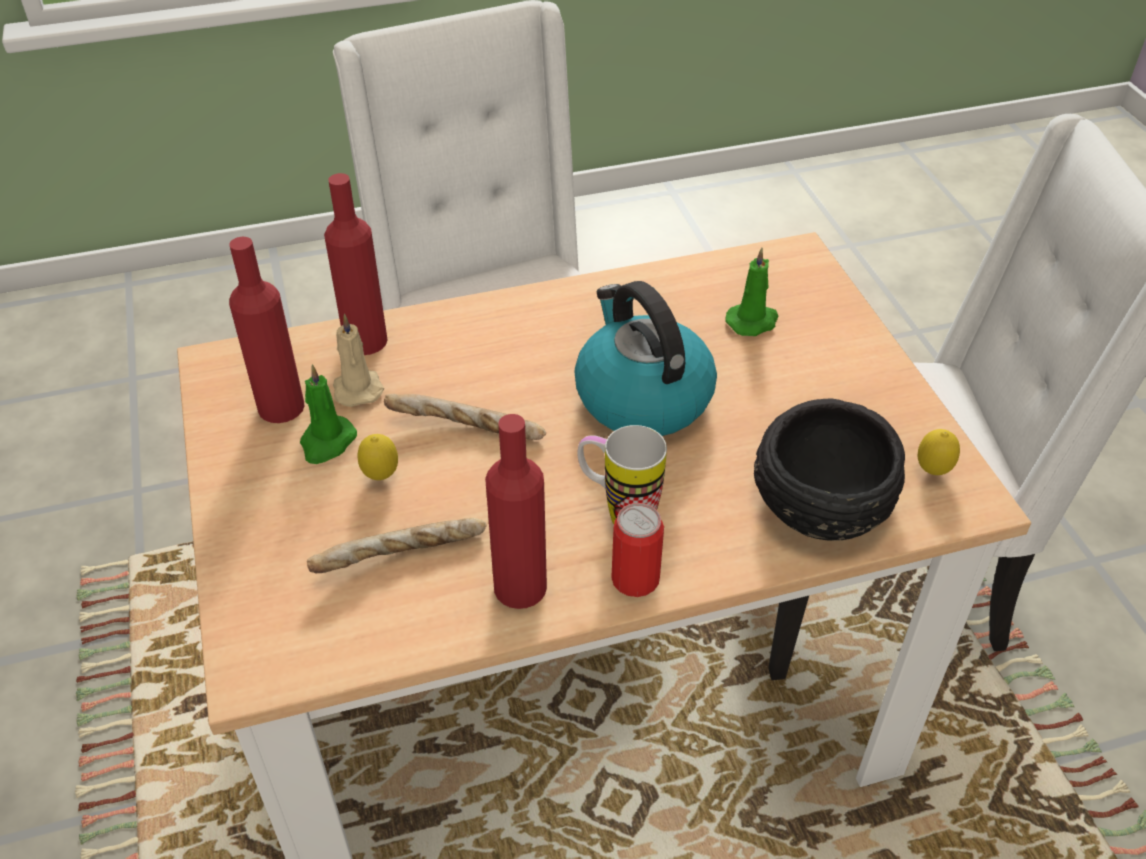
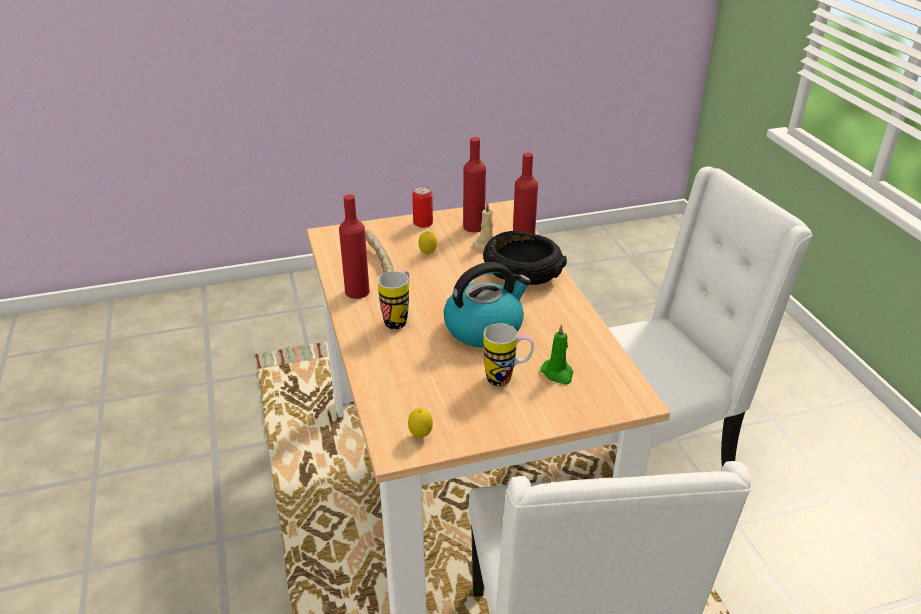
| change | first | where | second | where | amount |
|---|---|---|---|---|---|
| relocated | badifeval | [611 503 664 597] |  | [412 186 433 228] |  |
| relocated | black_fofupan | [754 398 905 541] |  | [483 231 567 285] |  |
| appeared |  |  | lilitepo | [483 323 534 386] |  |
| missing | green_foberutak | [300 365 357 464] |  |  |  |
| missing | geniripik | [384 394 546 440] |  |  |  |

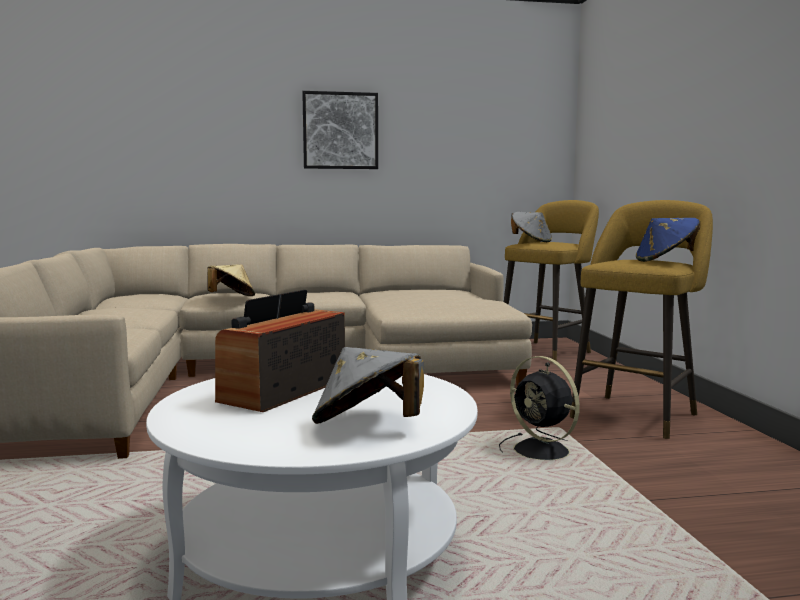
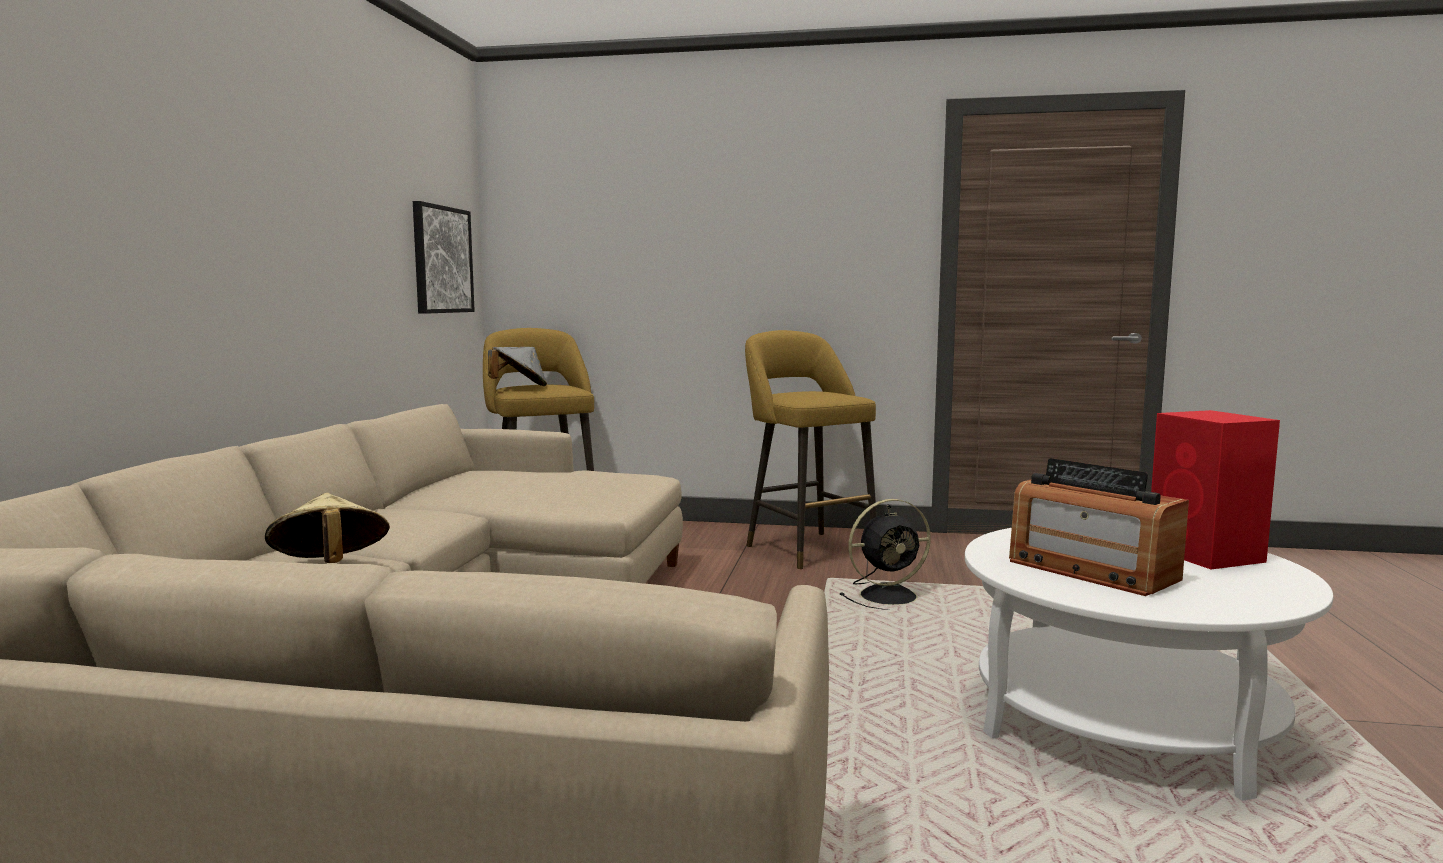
| change | first | where | second | where | amount |
|---|---|---|---|---|---|
| relocated | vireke | [302 91 378 169] |  | [413 201 475 314] |  |
| exchanged | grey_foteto | [312 347 424 424] | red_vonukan | [1151 410 1280 569] |  |
| missing | blue_foteto | [636 218 700 262] |  |  |  |

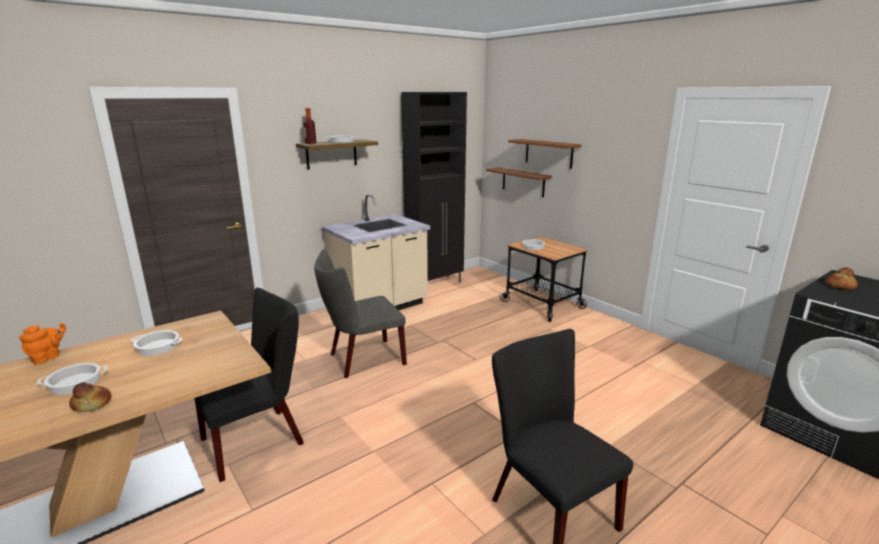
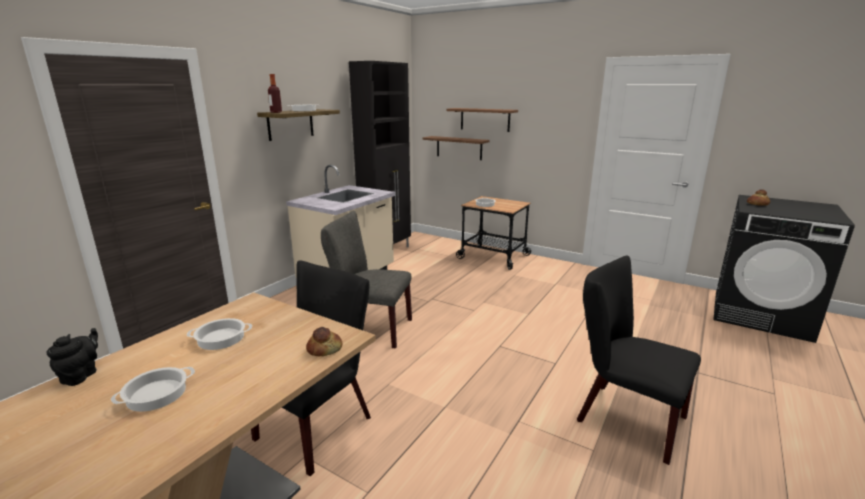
| change | first | where | second | where | amount |
|---|---|---|---|---|---|
| colour | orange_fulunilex | [19 323 66 365] | black_fulunilex | [46 328 98 386] |  |
| relocated | geniripik | [69 382 111 412] |  | [306 327 342 356] |  |
| spun | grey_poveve | [314 249 407 378] |  | [321 211 412 349] | 60 degrees clockwise |

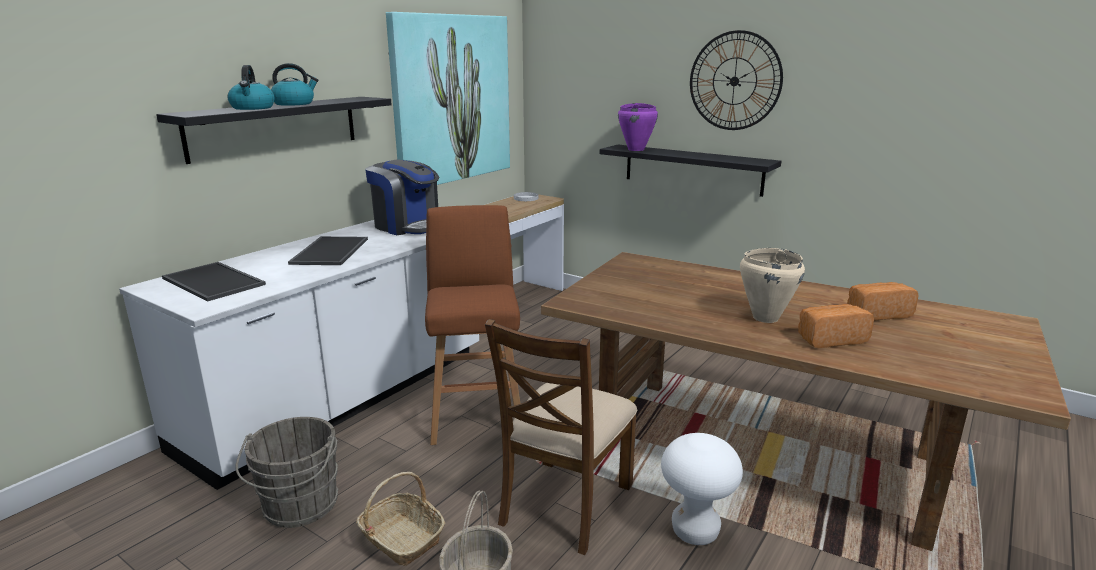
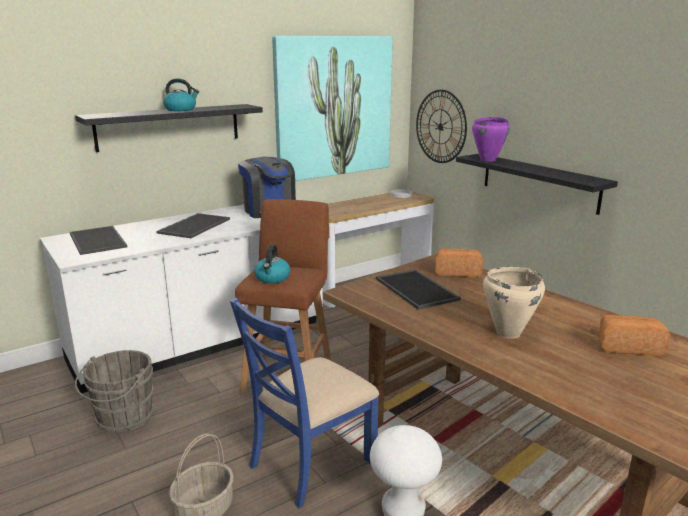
| change | first | where | second | where | amount |
|---|---|---|---|---|---|
| colour | brown_poveve | [485 319 637 555] | blue_poveve | [230 297 379 508] |  |
| relocated | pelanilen | [227 65 275 110] |  | [254 245 290 283] |  |
| appeared |  |  | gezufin | [376 269 461 310] |  |
| relocated | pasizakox | [690 30 783 130] |  | [416 90 467 163] |  |
| relocated | geniripik | [798 304 874 348] |  | [435 248 483 277] |  |
| missing | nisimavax | [356 472 445 566] |  |  |  |

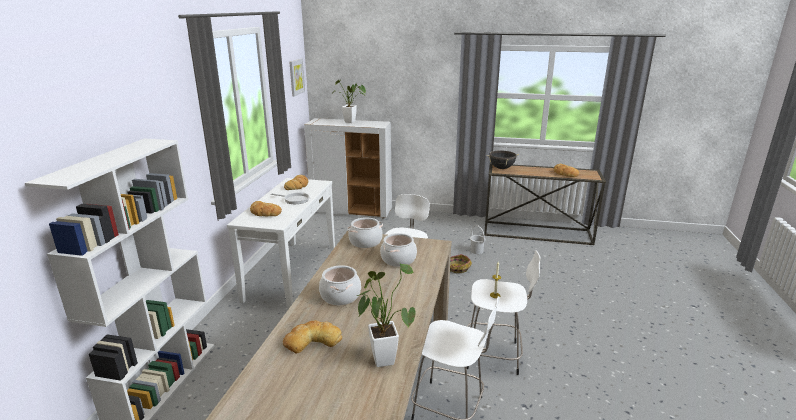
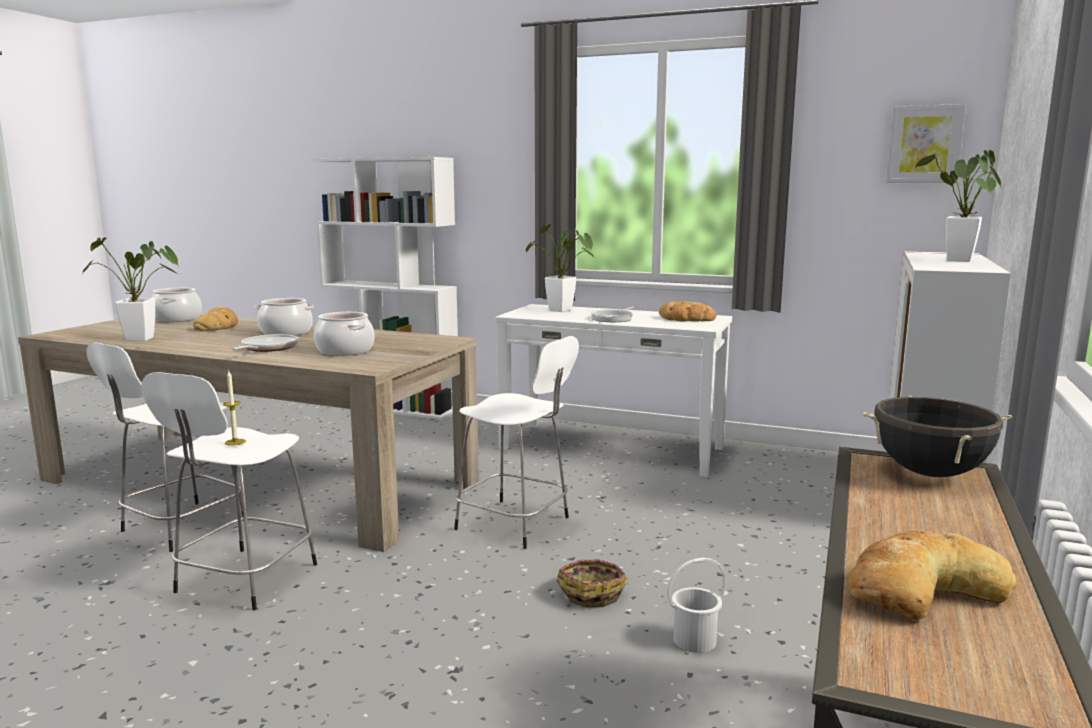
| change | first | where | second | where | amount |
|---|---|---|---|---|---|
| relocated | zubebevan | [347 218 383 248] |  | [151 288 202 322] |  |
| appeared |  |  | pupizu | [231 334 299 352] |  |
| exchanged | geniripik | [250 201 282 217] | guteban | [526 224 595 312] |  |

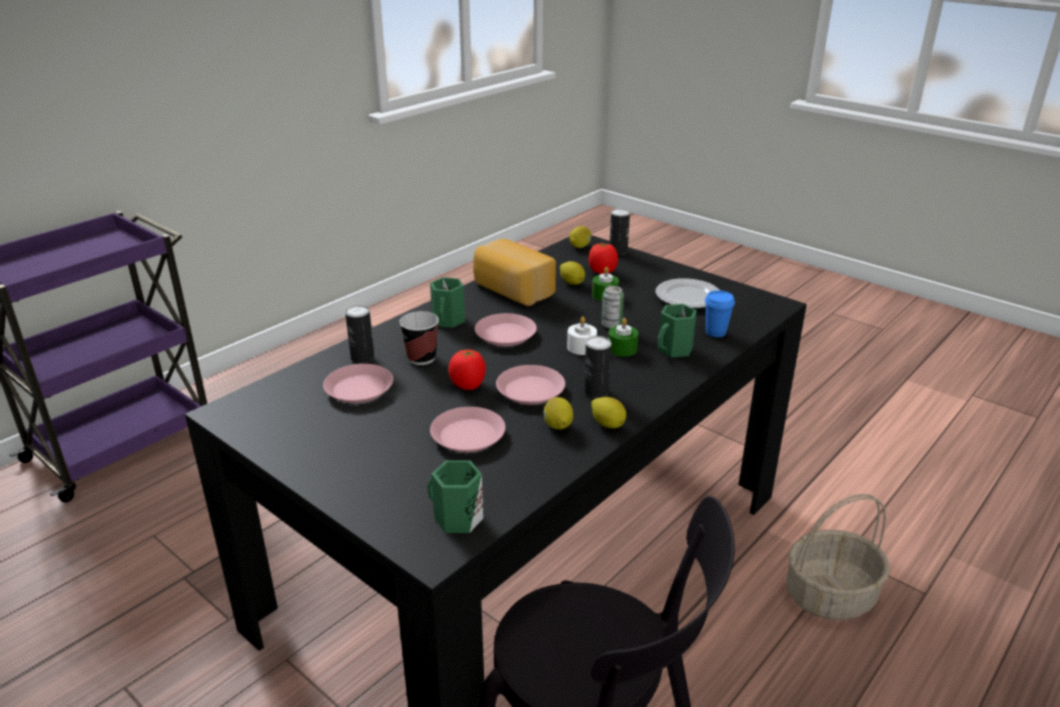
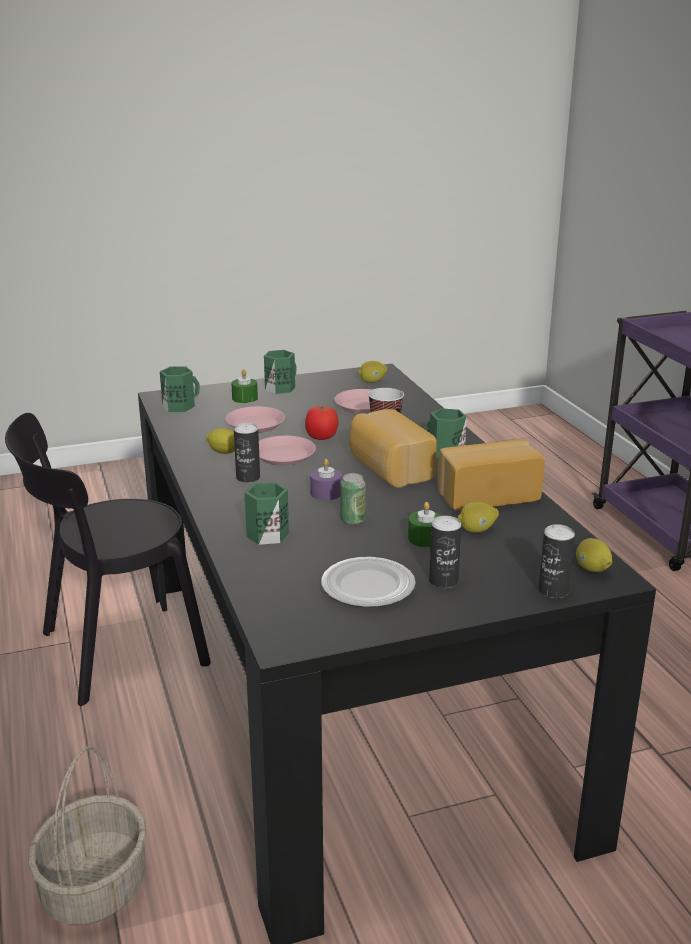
| change | first | where | second | where | amount |
|---|---|---|---|---|---|
| relocated | green_foberutak | [608 318 638 357] |  | [231 369 258 403] |  |
| appeared |  |  | green_lilitepo | [264 350 297 394] |  |
| colour | white_foberutak | [567 316 597 355] | purple_foberutak | [310 459 342 501] |  |
| exchanged | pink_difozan | [475 313 537 346] | geniripik | [349 409 437 488] |  |
| relocated | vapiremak | [591 397 626 428] |  | [358 361 387 383] |  |
| relocated | badifeval | [345 305 374 363] |  | [429 516 461 588] |  |
| missing | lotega | [589 242 618 274] |  |  |  |
| missing | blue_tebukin | [705 290 735 337] |  |  |  |

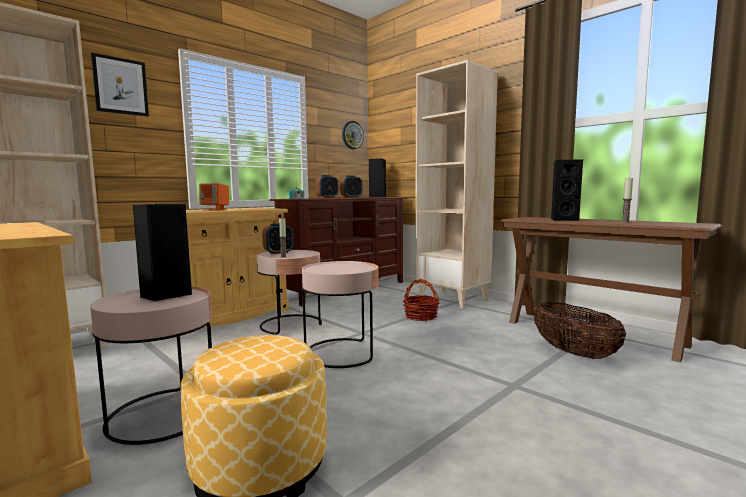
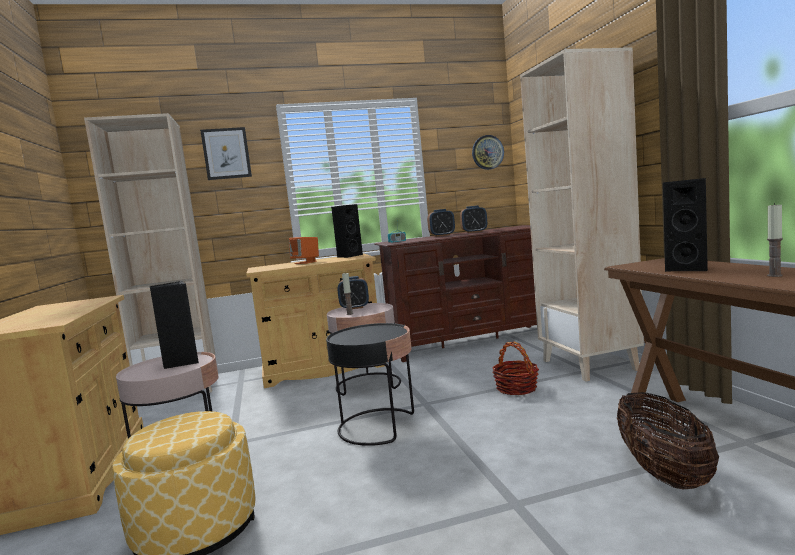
| change | first | where | second | where | amount |
|---|---|---|---|---|---|
| colour | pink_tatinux | [302 261 379 368] | black_tatinux | [326 323 414 446] |  |
| relocated | black_vonukan | [369 158 386 197] |  | [331 204 363 258] |  |

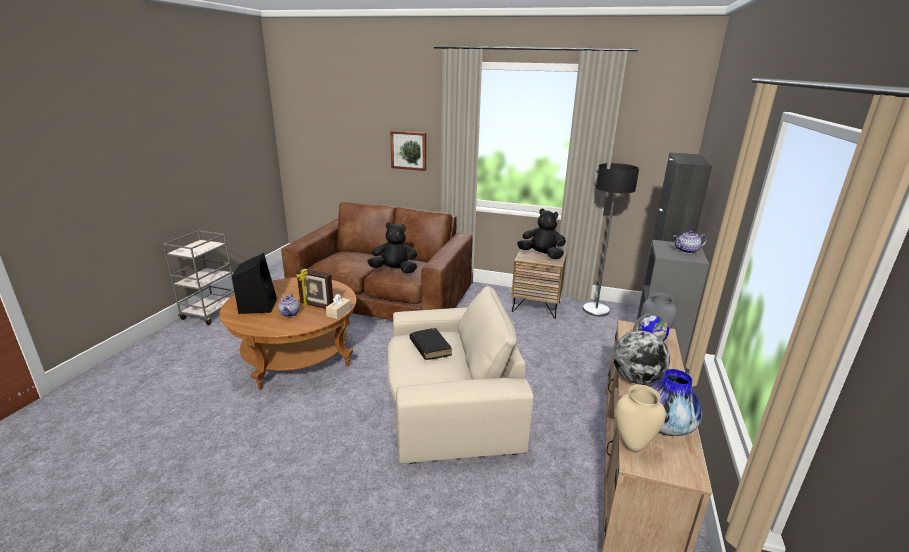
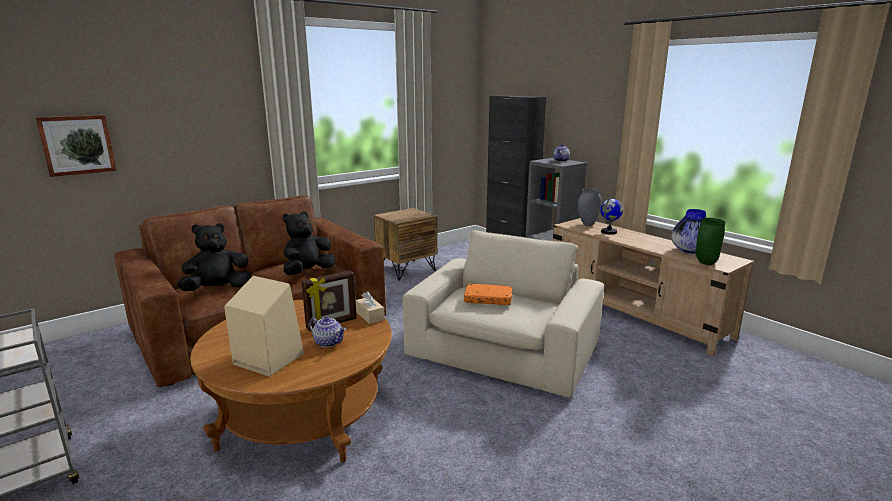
| change | first | where | second | where | amount |
|---|---|---|---|---|---|
| relocated | vireke | [390 131 426 171] |  | [35 115 117 177] |  |
| relocated | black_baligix | [517 209 566 259] |  | [177 223 252 291] |  |
| colour | black_vonukan | [232 253 277 314] | beige_vonukan | [224 276 304 377] |  |
| colour | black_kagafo | [410 328 452 360] | orange_kagafo | [464 284 512 305] |  |
| colour | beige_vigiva | [615 385 666 453] | green_vigiva | [696 218 725 265] |  |
| missing | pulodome | [583 163 639 317] |  |  |  |
| missing | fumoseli | [613 331 670 385] |  |  |  |

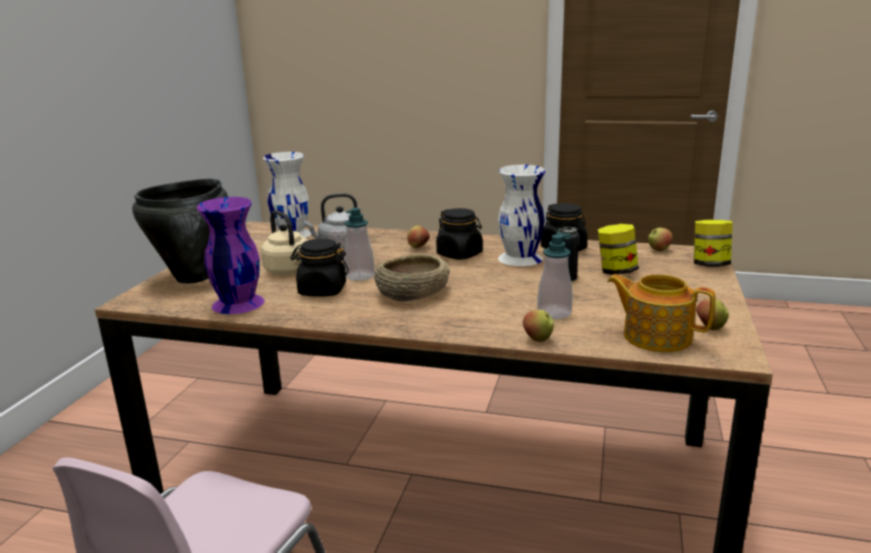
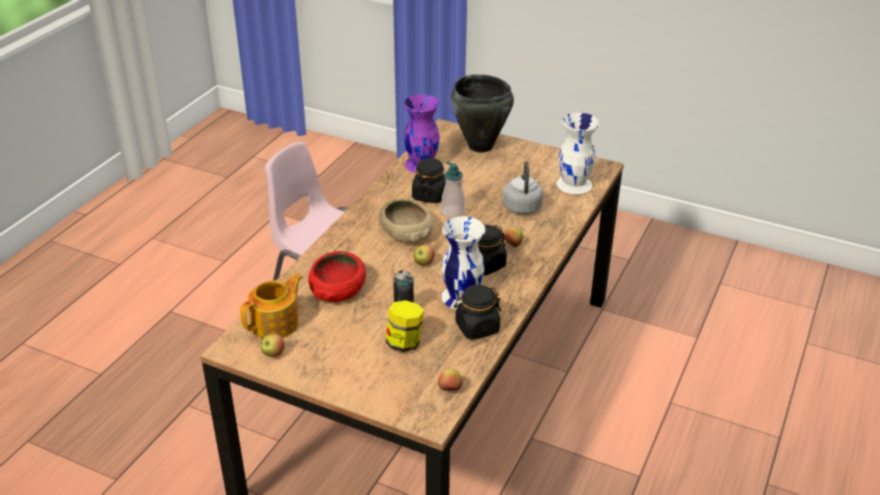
| change | first | where | second | where | amount |
|---|---|---|---|---|---|
| exchanged | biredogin | [537 234 573 319] | red_fofupan | [308 251 366 302] |  |
| relocated | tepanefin | [523 310 554 342] |  | [414 244 435 266] |  |
| missing | beige_pelanilen | [261 210 308 275] |  |  |  |
| missing | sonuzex | [694 220 733 267] |  |  |  |

